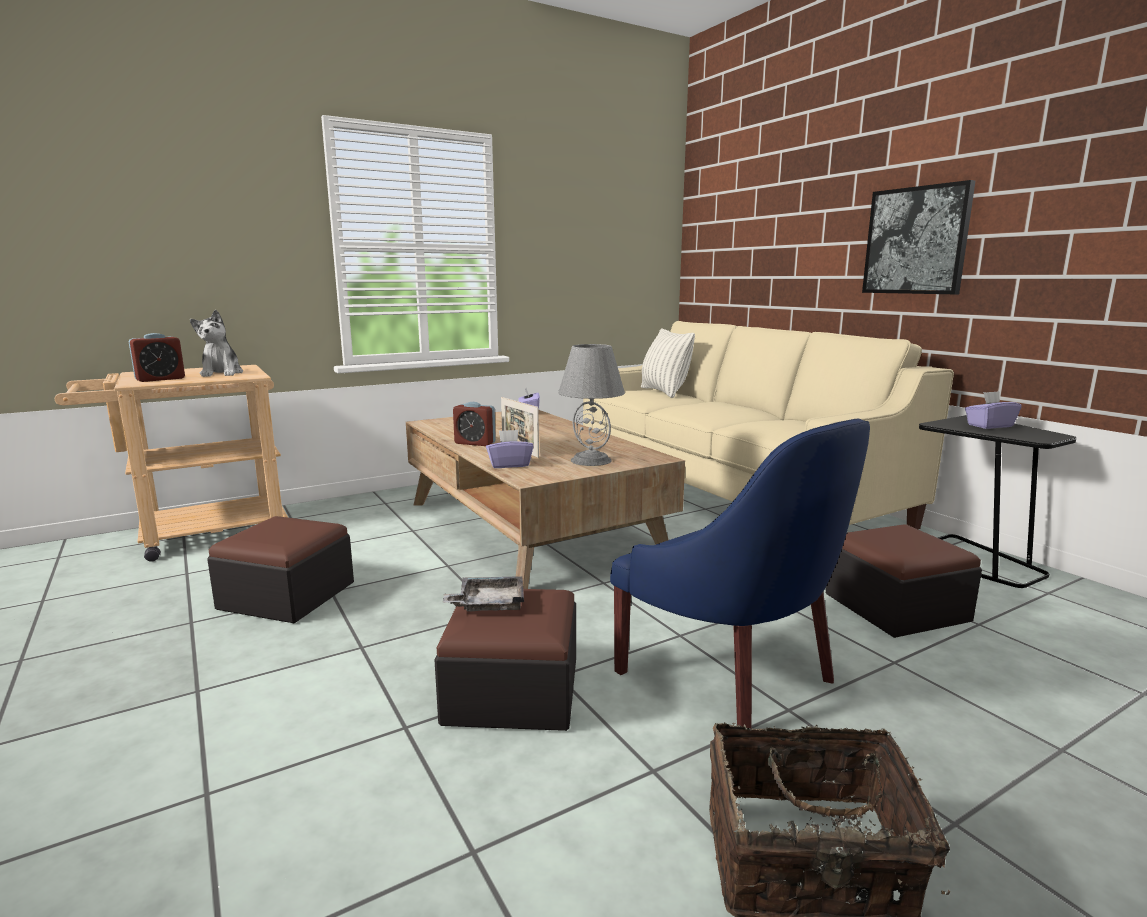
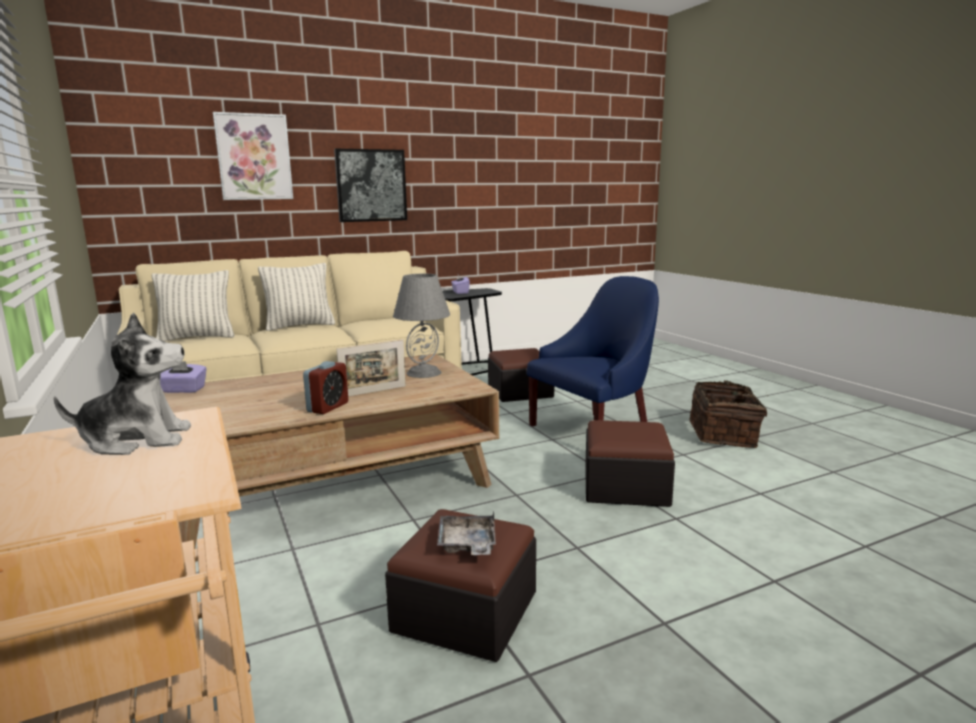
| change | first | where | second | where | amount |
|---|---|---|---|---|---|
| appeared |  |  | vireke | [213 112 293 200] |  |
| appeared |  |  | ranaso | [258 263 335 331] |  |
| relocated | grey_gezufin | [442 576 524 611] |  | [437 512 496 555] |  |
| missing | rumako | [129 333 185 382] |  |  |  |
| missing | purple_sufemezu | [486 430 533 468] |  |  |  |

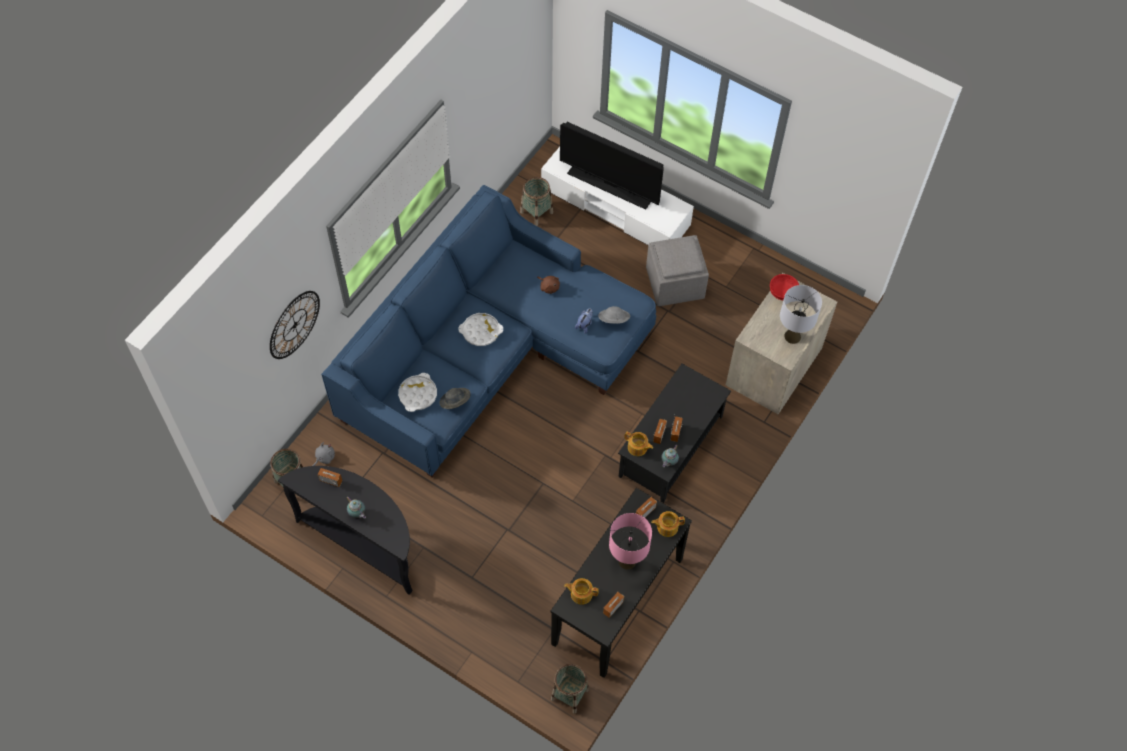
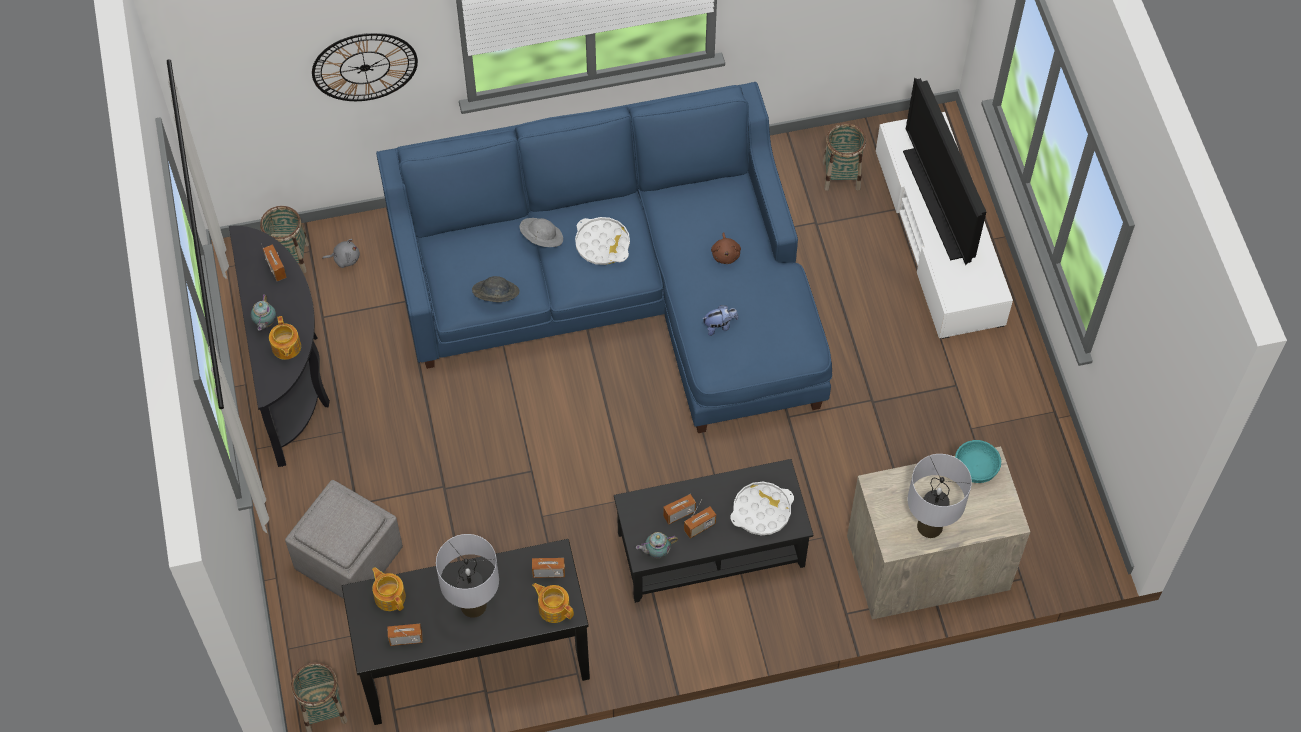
| change | first | where | second | where | amount |
|---|---|---|---|---|---|
| relocated | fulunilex | [625 431 653 456] |  | [269 316 301 360] |  |
| relocated | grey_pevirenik | [646 235 709 306] |  | [285 480 403 599] |  |
| colour | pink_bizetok | [609 513 652 569] | grey_bizetok | [436 534 499 618] |  |
| relocated | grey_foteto | [598 306 630 324] |  | [519 218 563 247] |  |
| relocated | white_gezufin | [398 373 437 412] |  | [730 482 794 536] |  |
| colour | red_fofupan | [770 274 799 300] | turquoise_fofupan | [955 440 1001 483] |  |

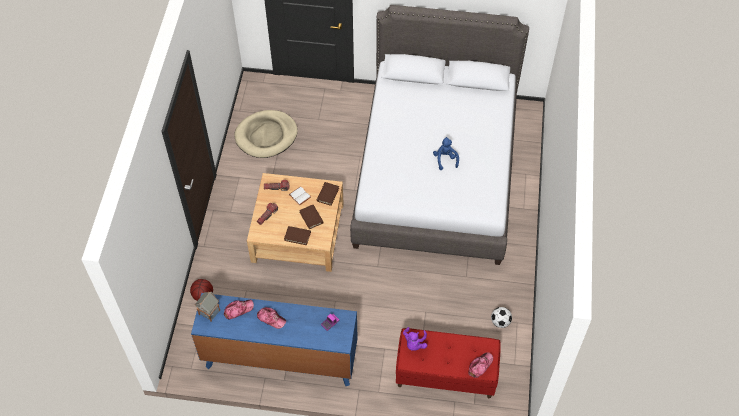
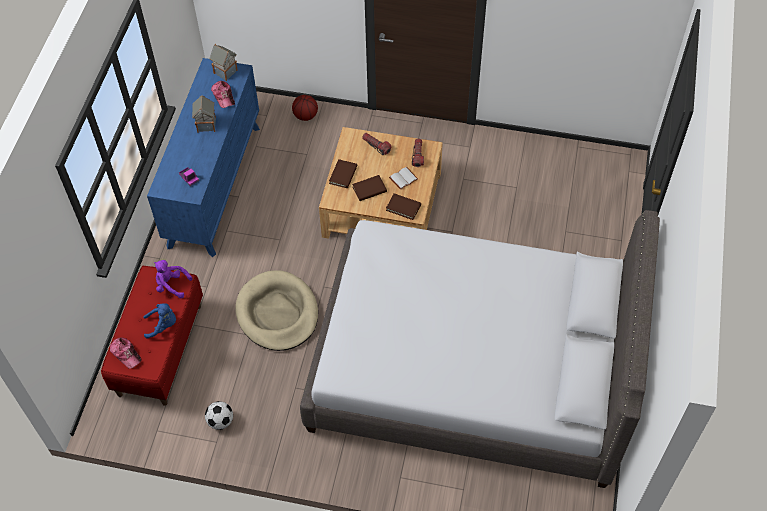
| change | first | where | second | where | amount |
|---|---|---|---|---|---|
| relocated | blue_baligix | [433 137 459 170] |  | [143 303 176 339] |  |
| exchanged | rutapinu | [257 307 286 329] | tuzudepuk | [192 95 216 133] |  |
| relocated | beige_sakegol | [234 110 298 158] |  | [235 270 318 351] |  |

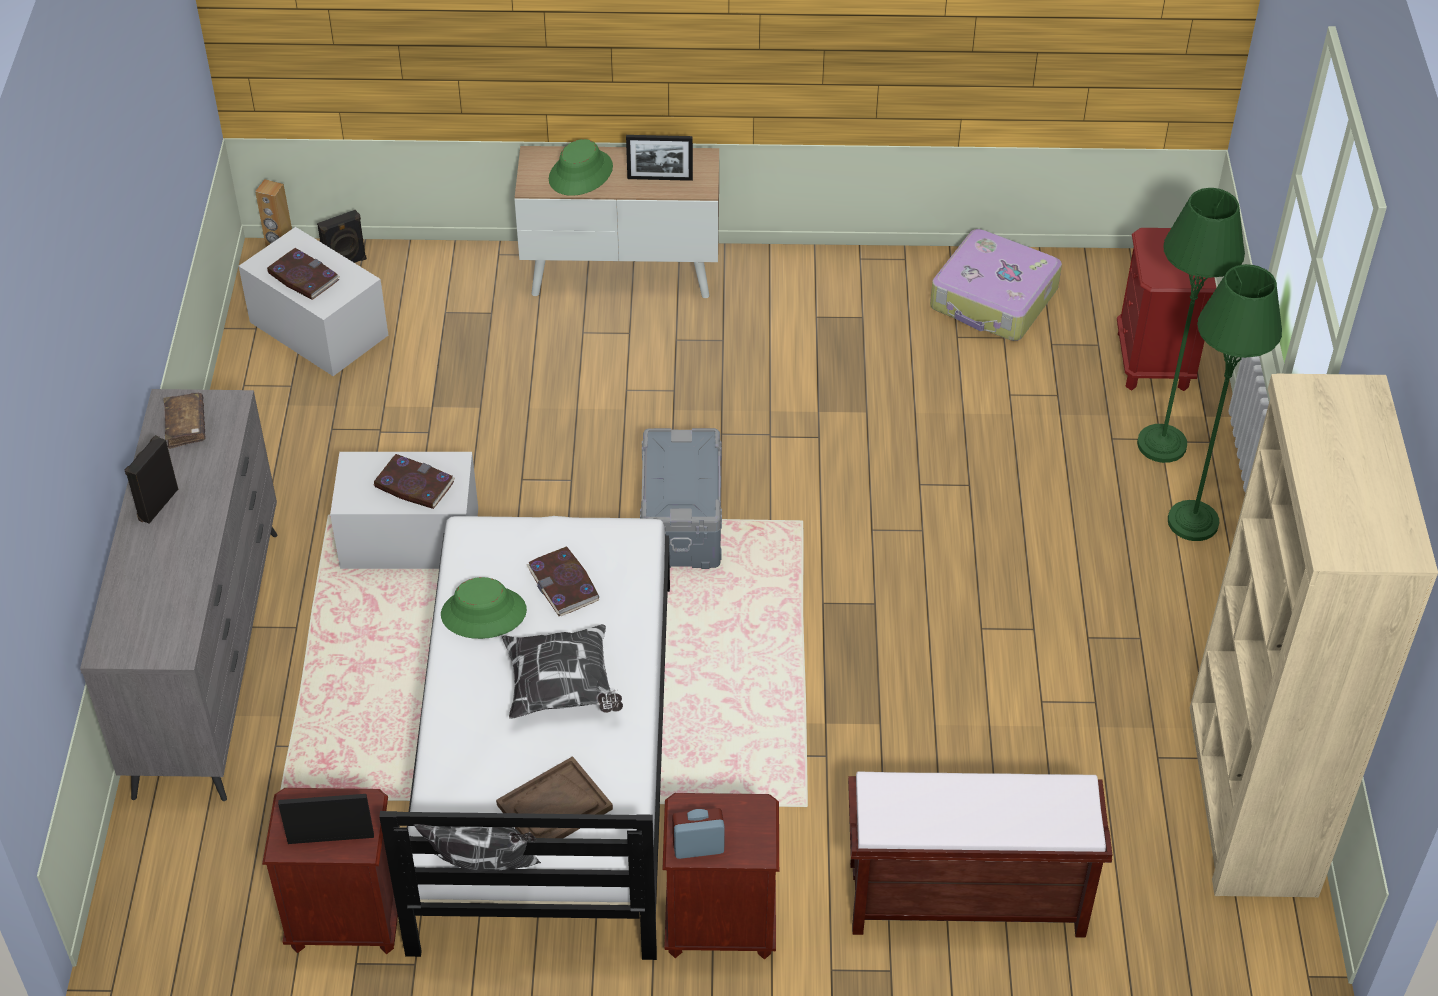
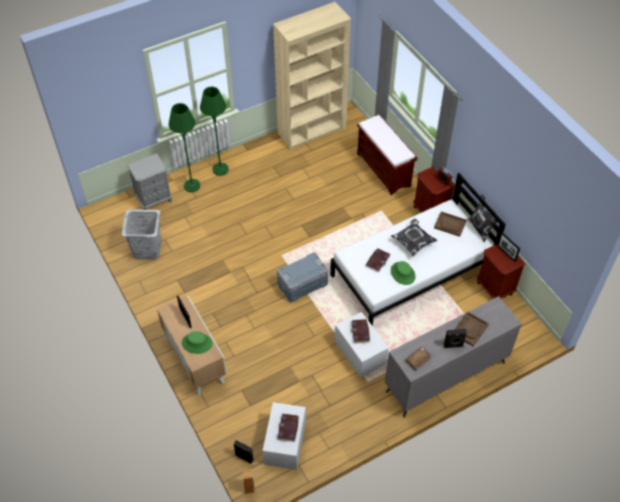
| change | first | where | second | where | amount |
|---|---|---|---|---|---|
| exchanged | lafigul | [930 229 1062 341] | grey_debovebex | [122 210 161 259] |  |
| colour | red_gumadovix | [1117 228 1216 391] | grey_gumadovix | [127 153 172 210] |  |
| appeared |  |  | brown_gezufin | [455 311 489 346] |  |

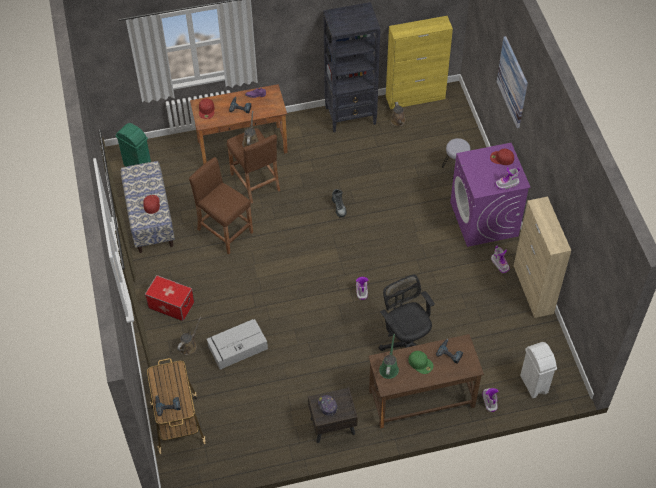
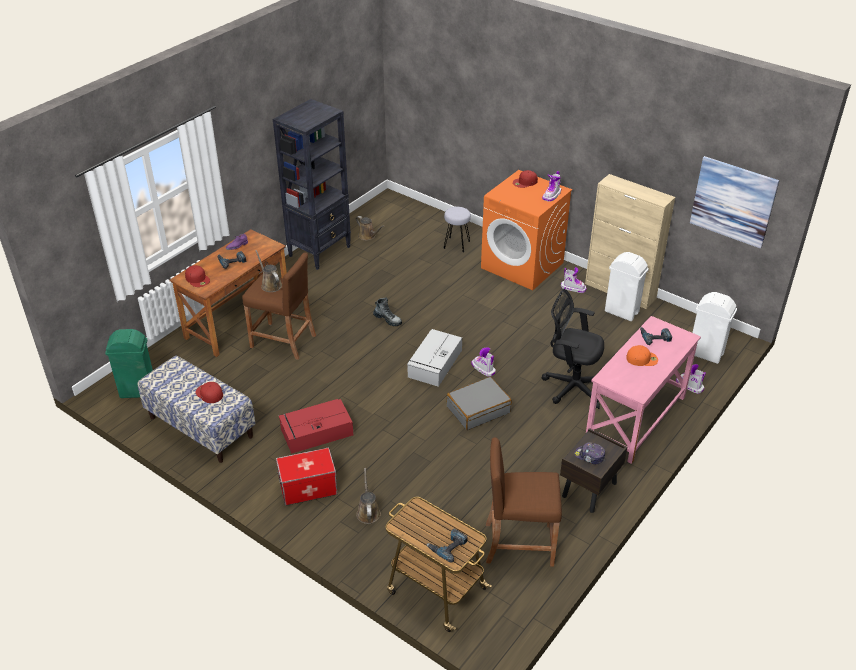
| change | first | where | second | where | amount |
|---|---|---|---|---|---|
| appeared |  |  | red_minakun | [279 399 353 454] |  |
| relocated | grey_minakun | [206 319 268 370] |  | [407 329 462 387] |  |
| appeared |  |  | grey_lafigul | [447 377 512 430] |  |
| colour | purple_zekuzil | [450 143 531 247] | orange_zekuzil | [481 170 572 290] |  |
| relocated | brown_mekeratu | [189 157 253 254] |  | [486 437 562 566] |  |
| colour | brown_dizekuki | [368 334 484 429] | pink_dizekuki | [586 316 701 464] |  |
| appeared |  |  | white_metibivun | [605 252 649 321] |  |
| colour | green_rutapinu | [408 351 433 374] | orange_rutapinu | [626 345 658 366] |  |
| relocated | vireke | [497 36 528 128] |  | [690 156 779 249] |  |
| missing | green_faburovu | [379 334 399 379] |  |  |  |
| missing | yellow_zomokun | [386 16 453 109] |  |  |  |

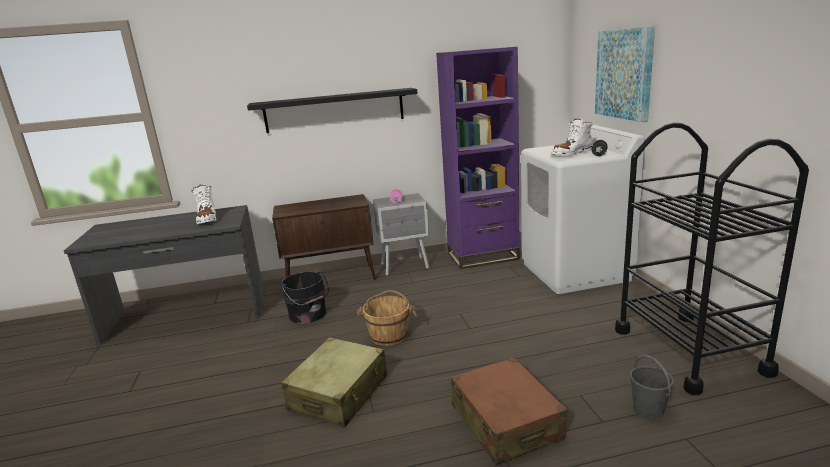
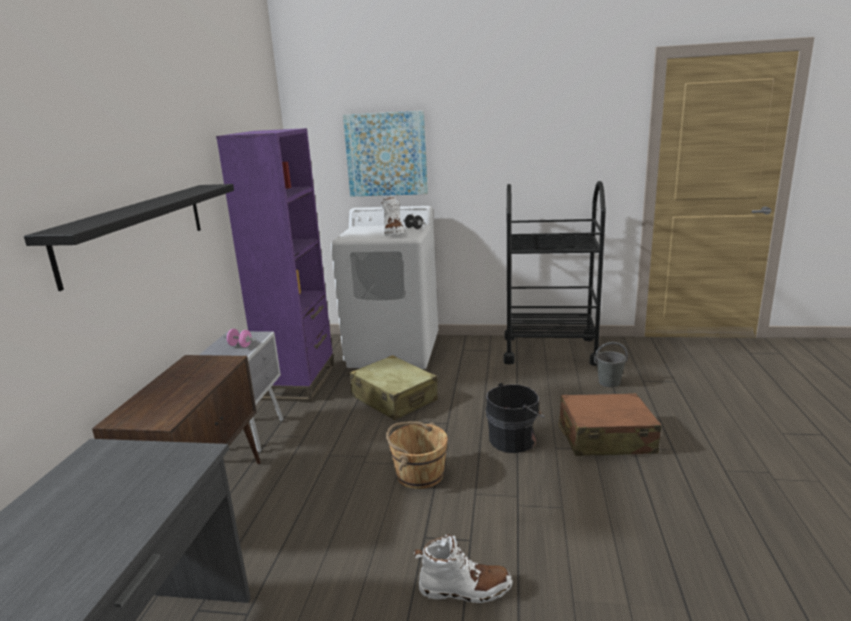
| change | first | where | second | where | amount |
|---|---|---|---|---|---|
| relocated | beige_lafigul | [281 337 387 427] |  | [350 355 438 420] |  |
| relocated | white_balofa | [191 184 217 225] |  | [414 534 513 603] |  |
| relocated | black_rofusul | [282 271 329 324] |  | [486 383 545 453] |  |

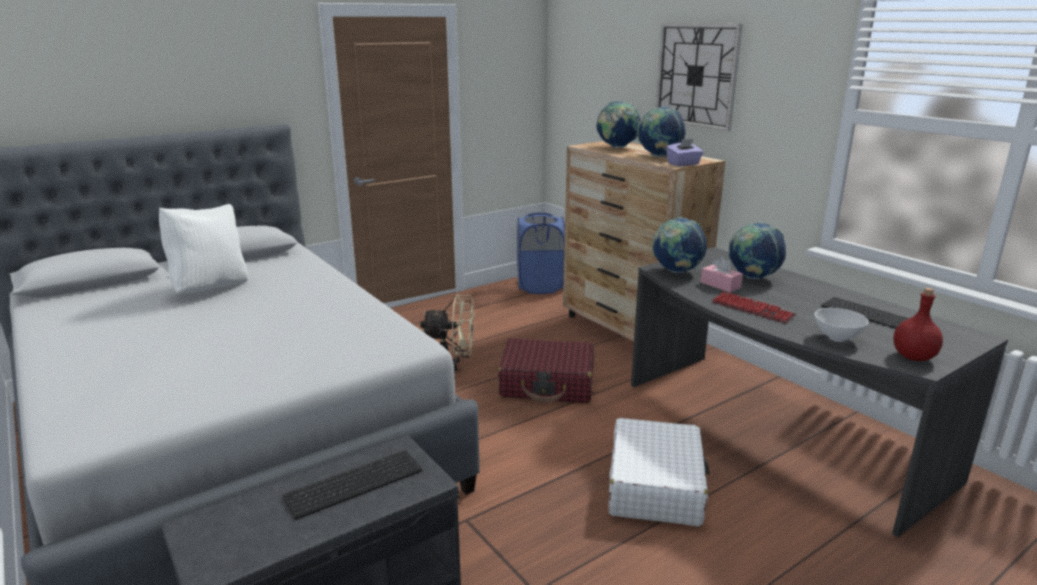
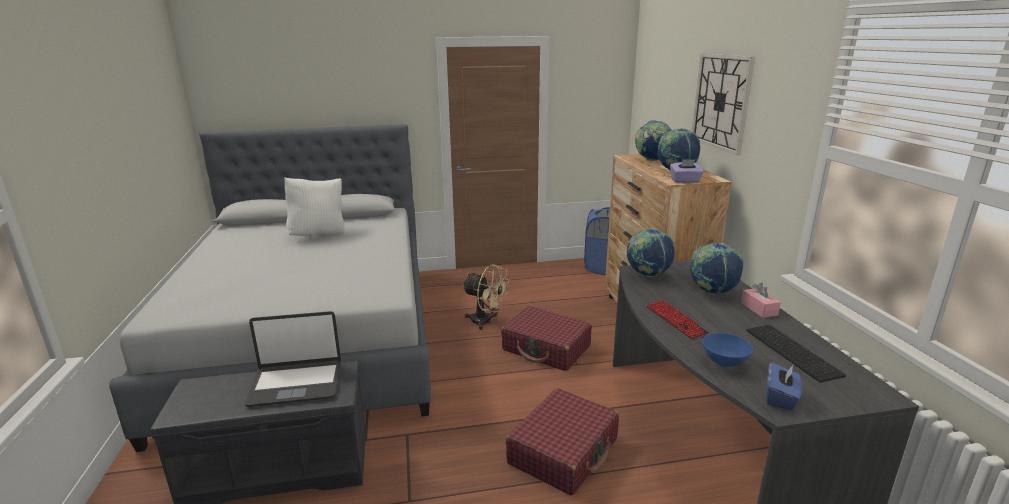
| change | first | where | second | where | amount |
|---|---|---|---|---|---|
| exchanged | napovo | [282 450 422 520] | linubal | [245 311 341 407] |  |
| colour | white_lafigul | [608 418 710 527] | red_lafigul | [506 388 619 496] |  |
| colour | white_fofupan | [814 308 869 342] | blue_fofupan | [702 333 753 367] |  |
| relocated | pink_sufemezu | [701 257 743 292] |  | [741 283 781 318] |  |
| exchanged | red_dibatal | [893 288 943 361] | blue_sufemezu | [766 363 802 411] |  |

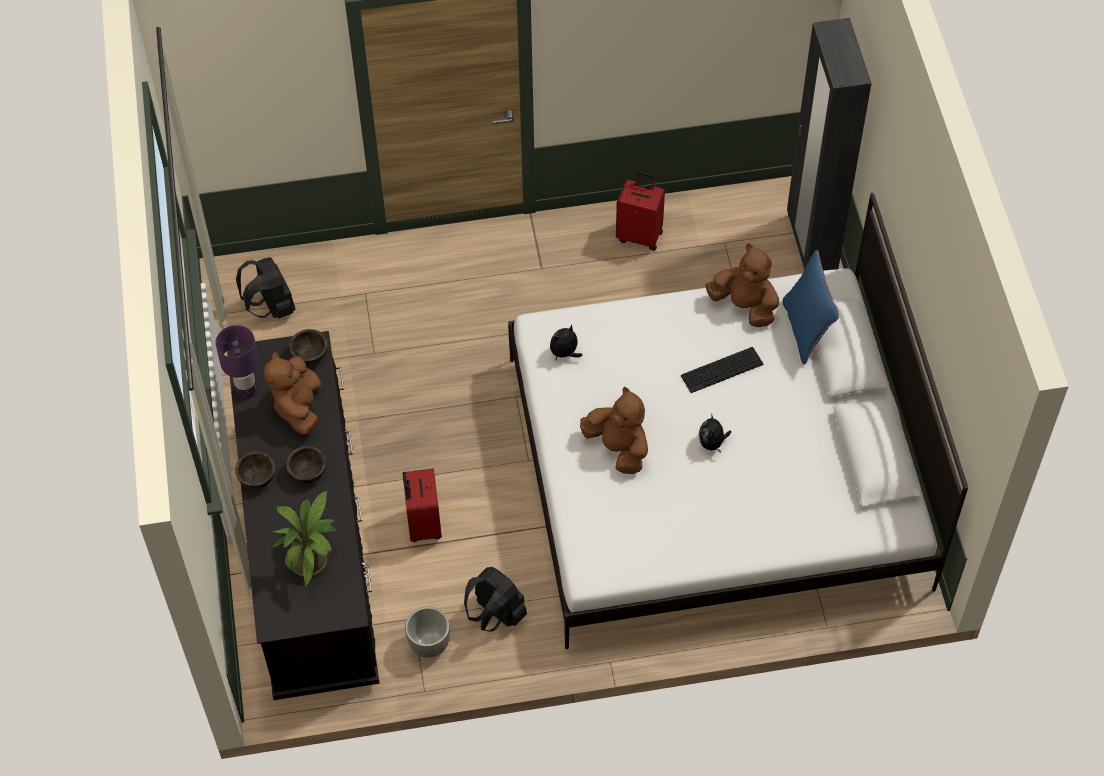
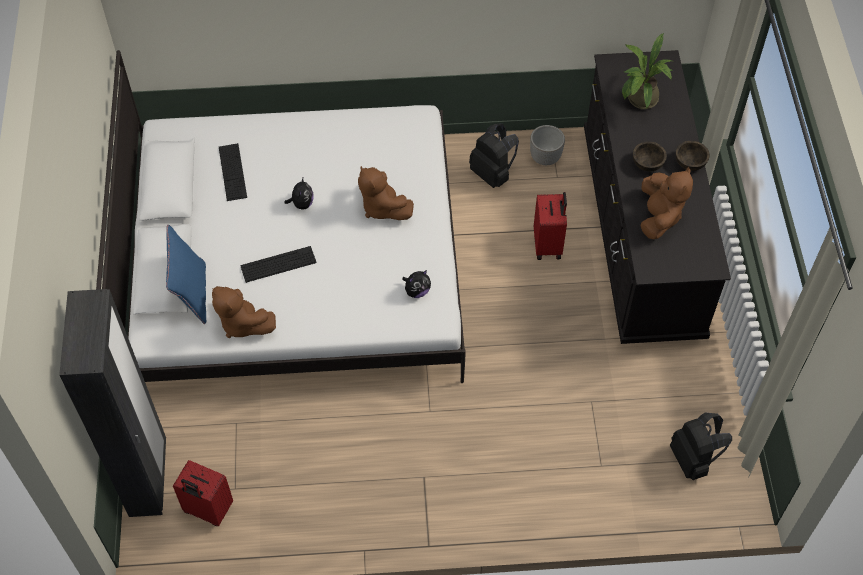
| change | first | where | second | where | amount |
|---|---|---|---|---|---|
| relocated | red_lafigul | [616 171 665 251] |  | [173 460 233 526] |  |
| appeared |  |  | napovo | [219 143 247 201] |  |
| missing | purple_bizetok | [215 325 259 399] |  |  |  |
| missing | brown_fofupan | [289 329 328 364] |  |  |  |

